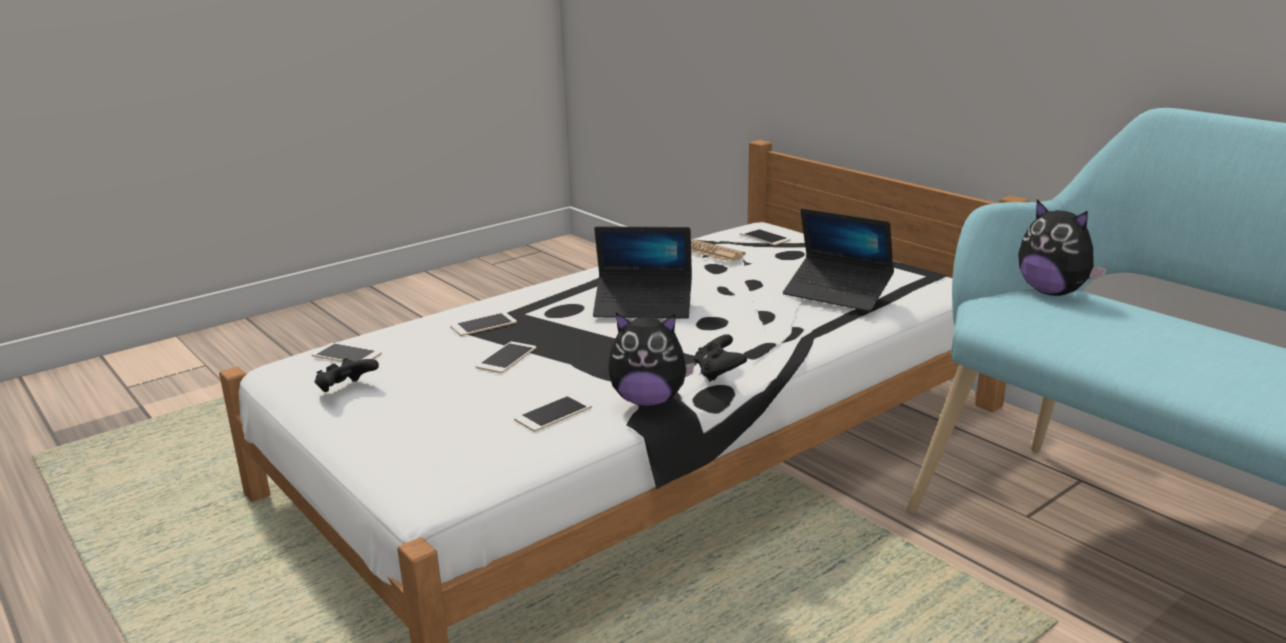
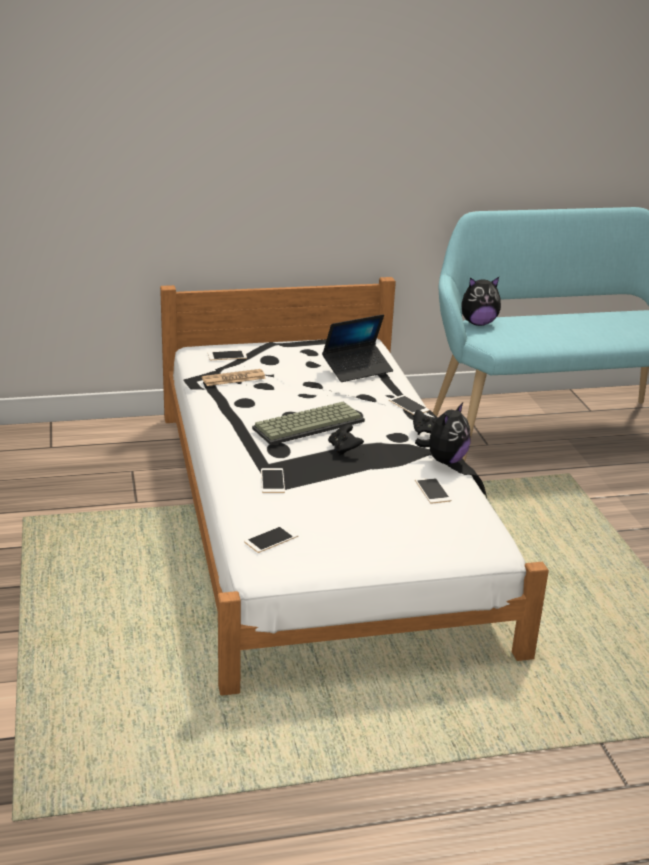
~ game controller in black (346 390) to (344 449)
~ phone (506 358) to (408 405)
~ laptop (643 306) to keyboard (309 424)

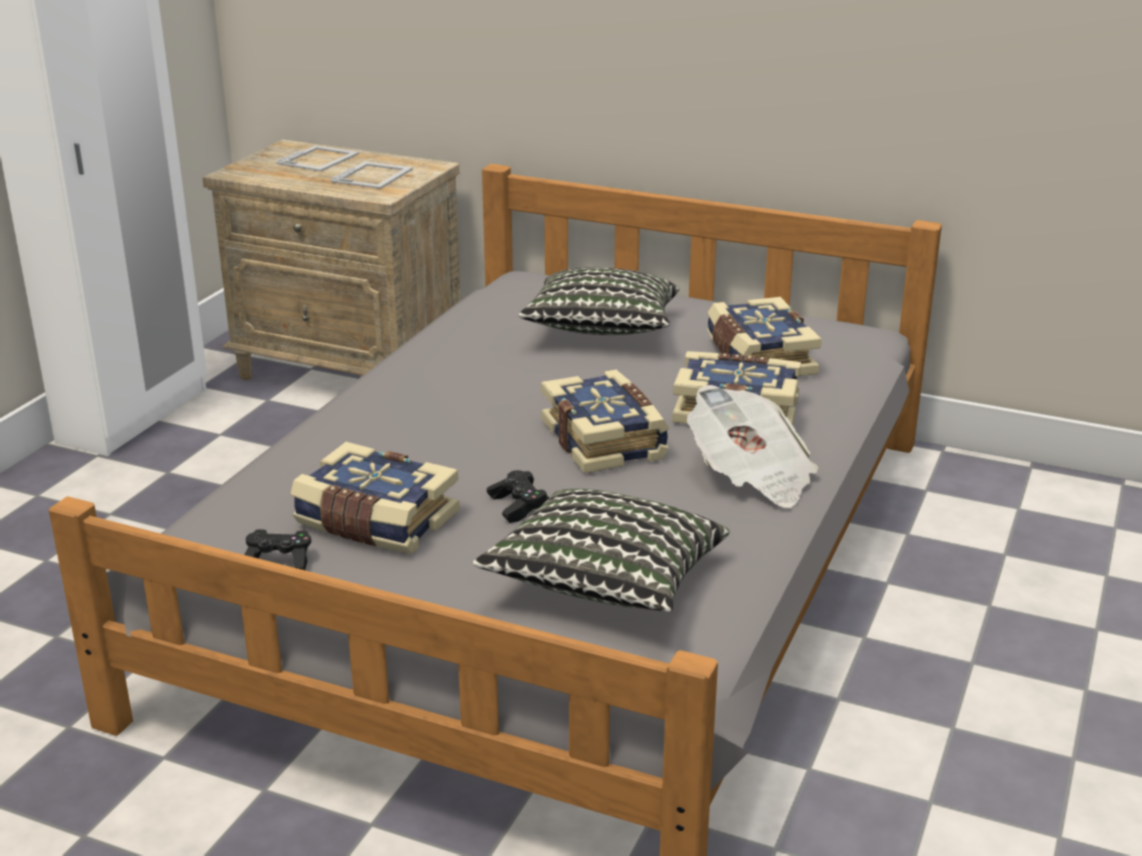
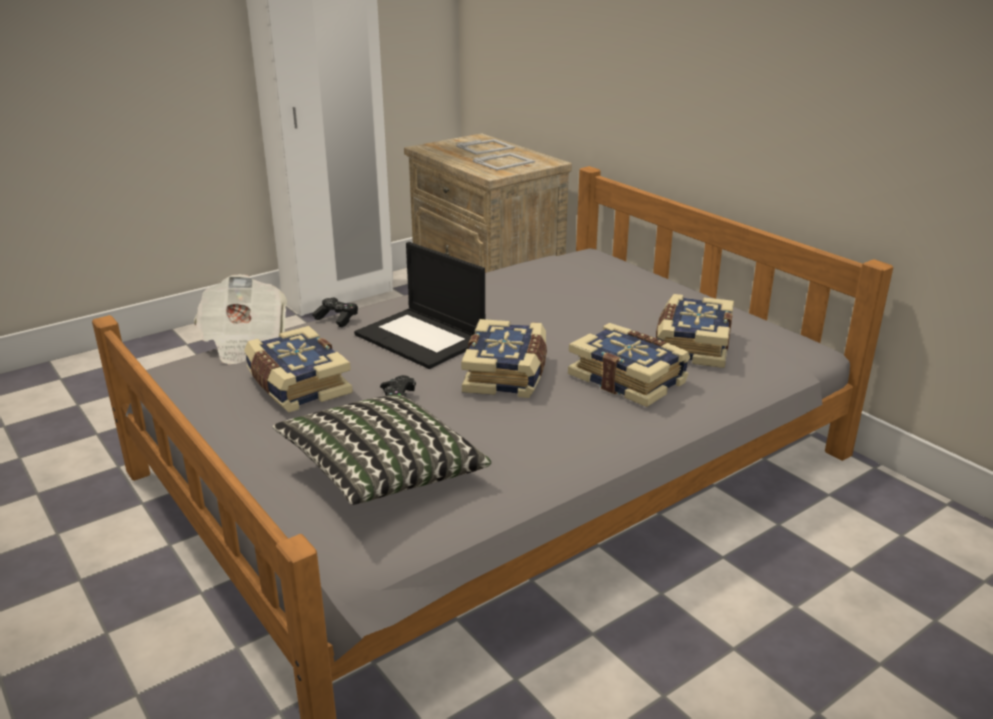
- pillow (601 331)
+ laptop (422 338)
~ game controller in black (278 563) to (336 319)
~ newspaper (751 477) to (244 342)

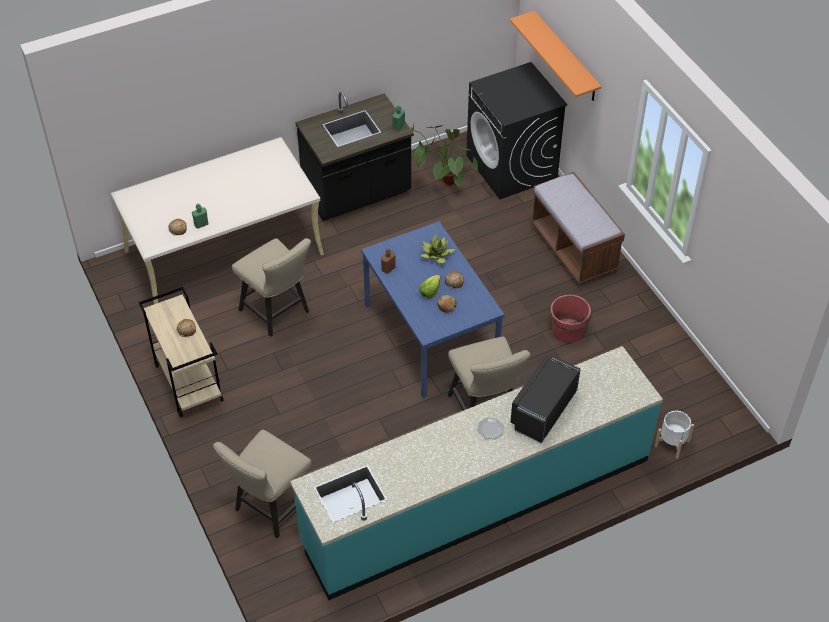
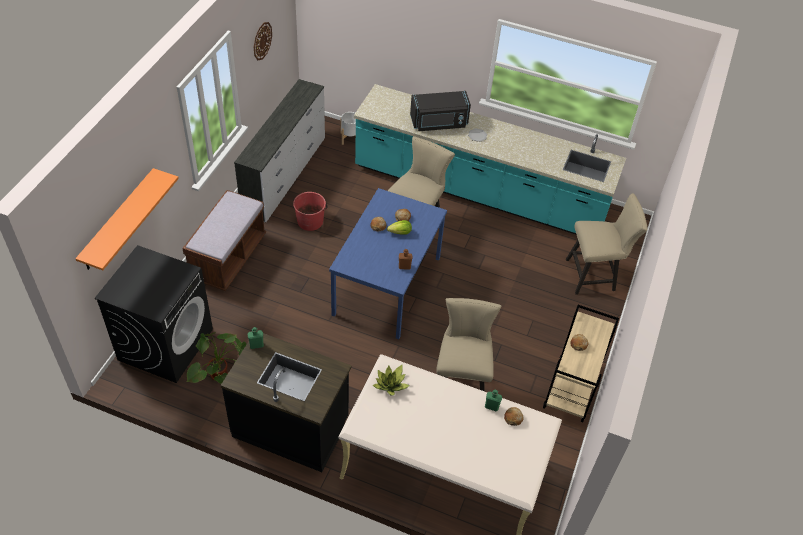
+ dresser in white (285 174)
+ wall clock (262 41)
~ potted plant (437 255) to (391 384)

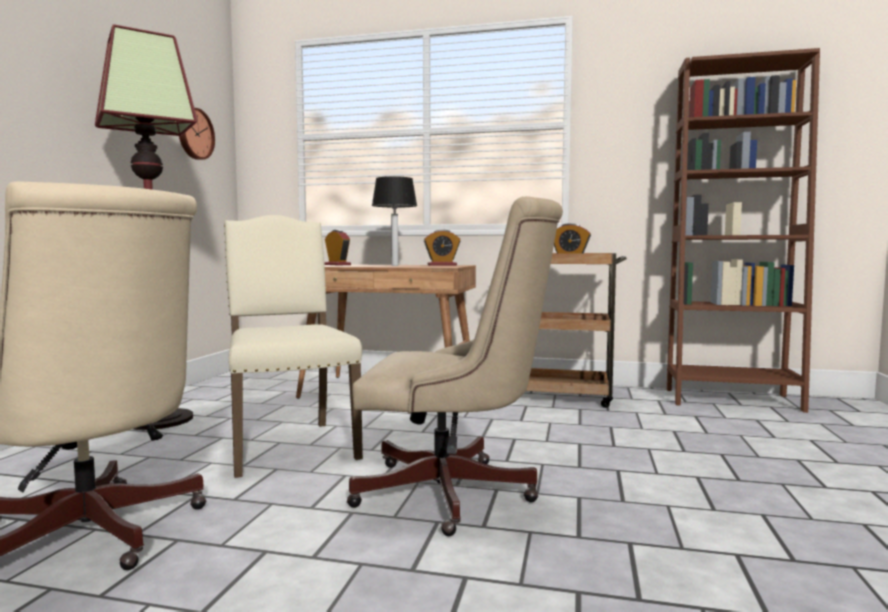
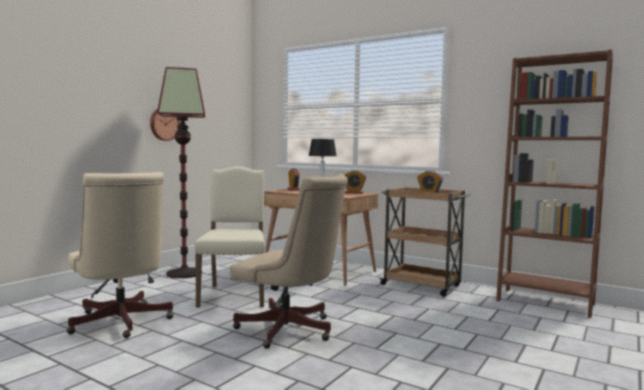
~ wall clock (194 134) to (164 124)

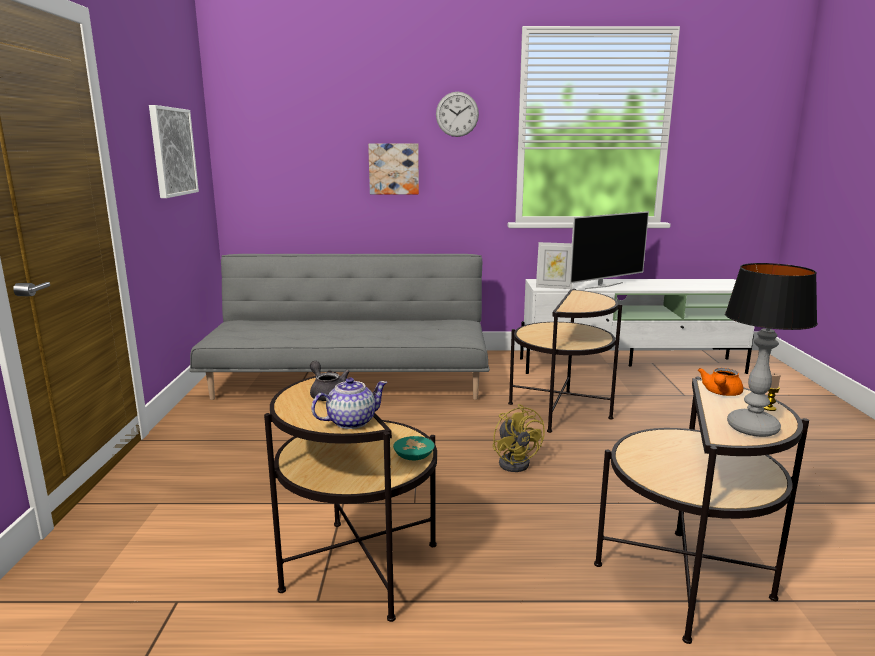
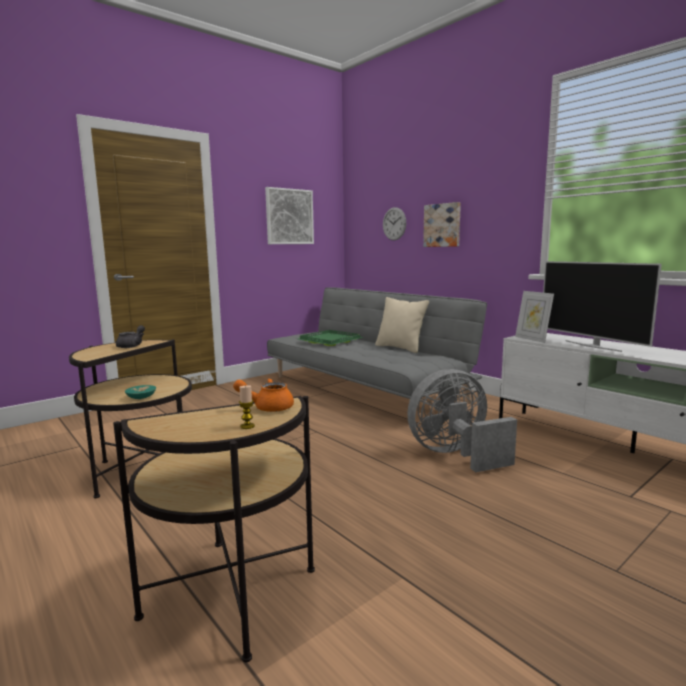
- teapot (350 422)
- fan in yellow (516 462)
- table lamp (753 428)
+ tray in green (330 340)
+ pillow in beige (400 348)
~ wall clock (457 114) to (394 224)
~ side table (559 410) to fan in grey (455 455)
~ television (603 285) = (592 346) 45 degrees clockwise

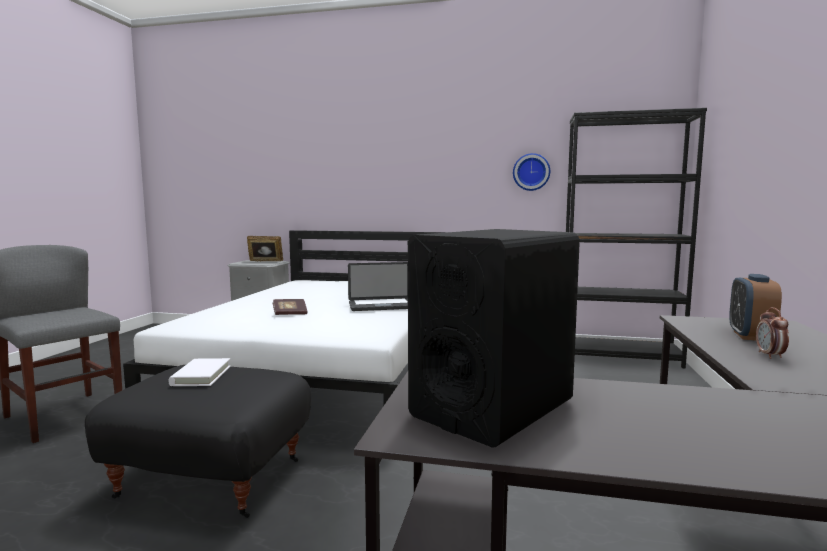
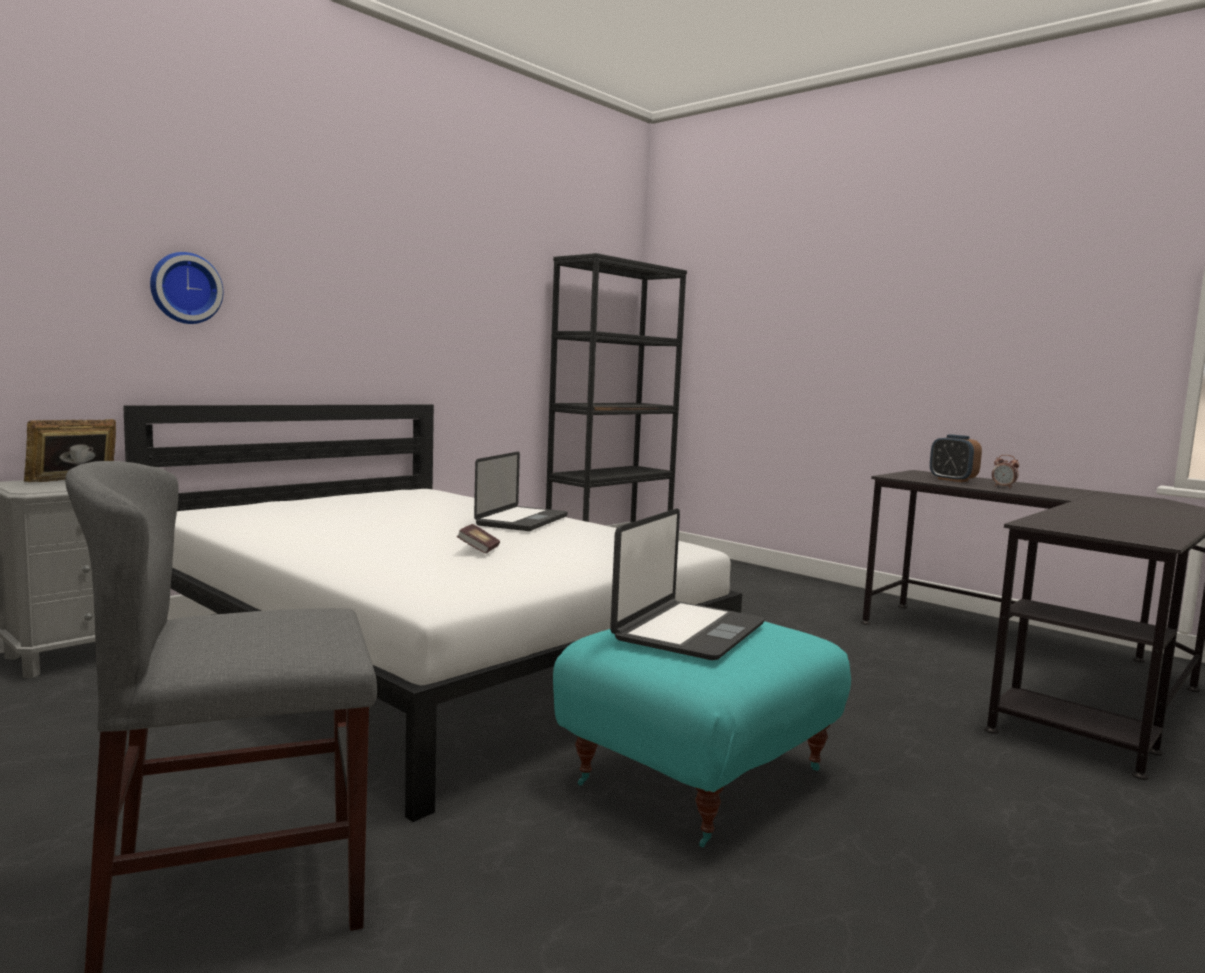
- speaker in black (493 408)
~ wall clock (531 172) to (185 288)
~ book in white (201 376) to laptop (687 631)
~ ottoman in black (213 476) to ottoman in turquoise (698 775)

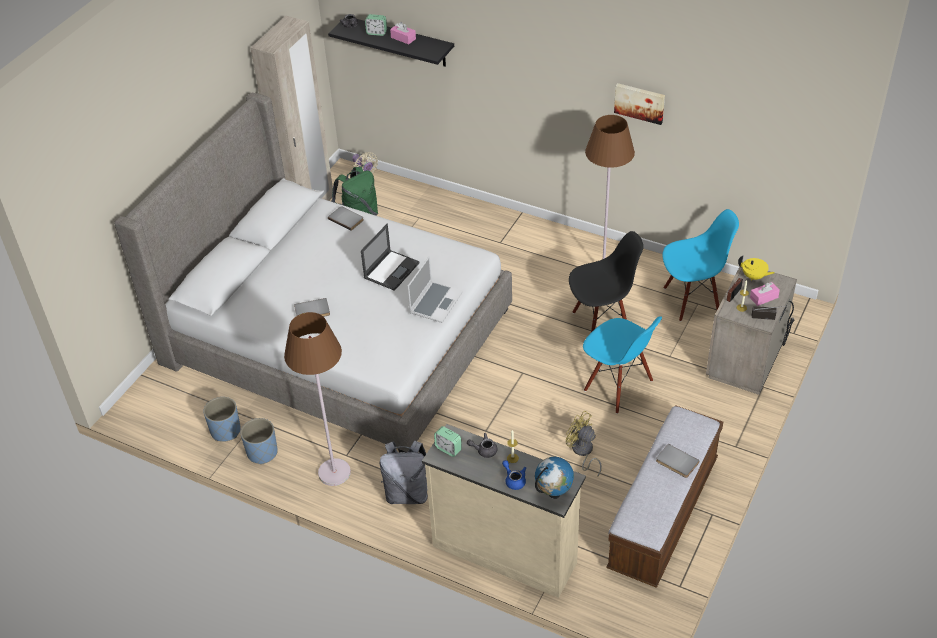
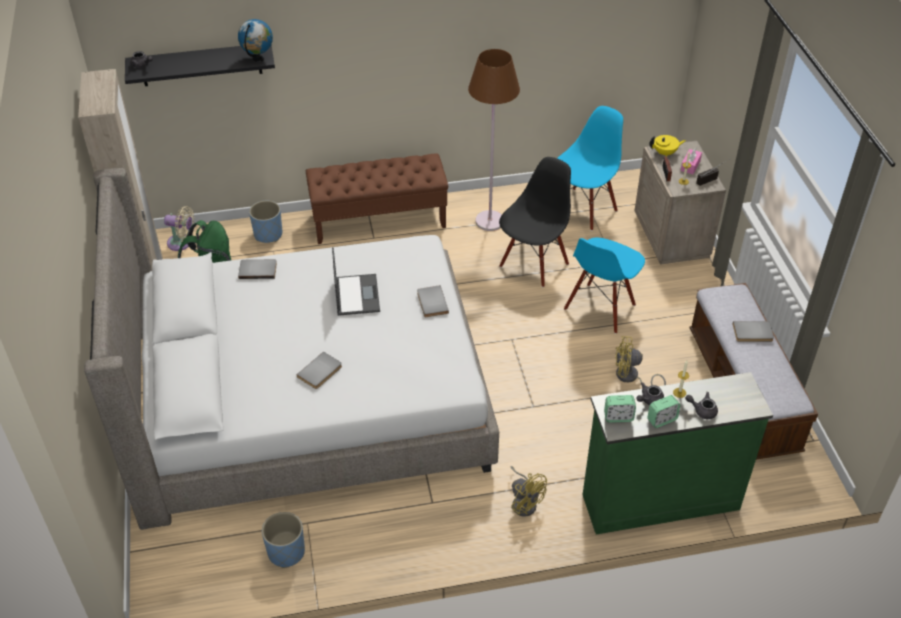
- floor lamp in brown (334 473)
- tissue box in pink (403 38)
- picture (640 102)
+ bench in brown (379 220)
~ planter in blue (262 452) to (268 234)
~ alarm clock (376 32) to (661 420)
~ globe (554 494) to (258 58)
~ backpack in grey (407 493) to fan in yellow (524 502)
~ laptop (435 302) to book in grey (431 303)
~ dresser in beige (504 552) to dresser in green (659 500)
~ teapot in blue (514 480) to teapot in grey (702 410)
~ chair in blue (618 386) = (600 308) 120 degrees clockwise

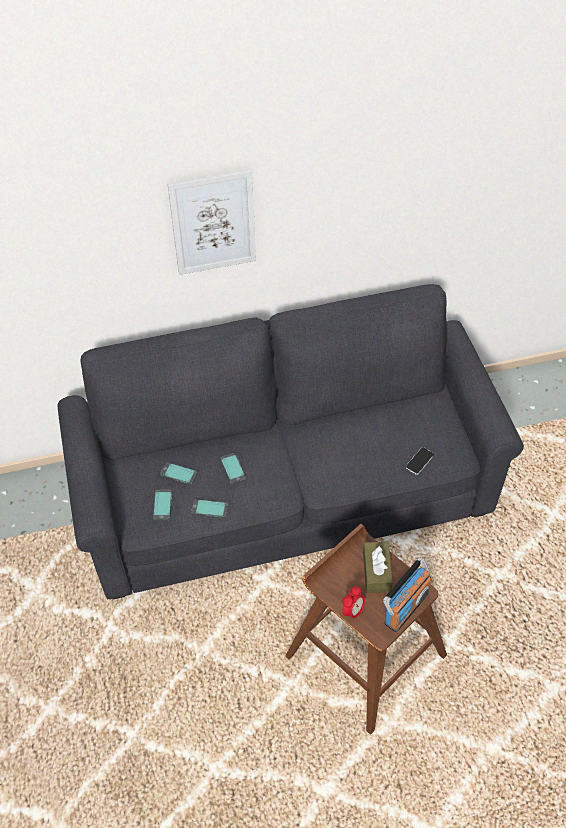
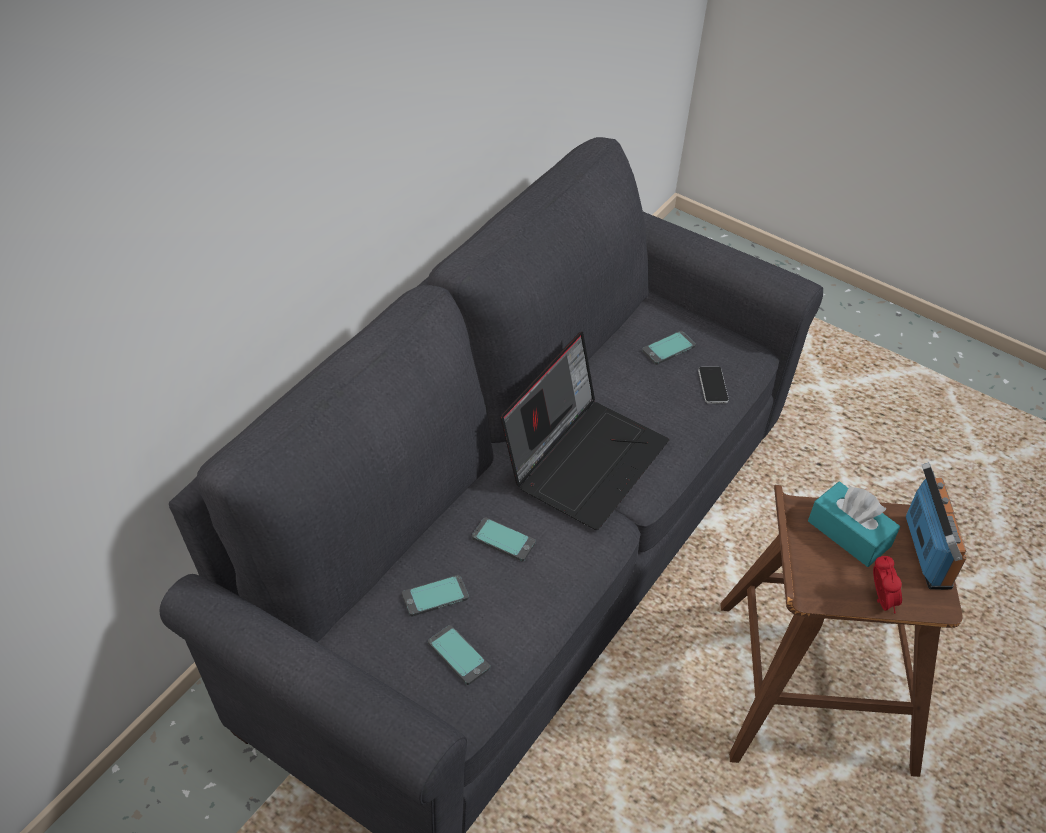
- picture (213 222)
+ laptop (584 458)
~ phone (209 509) to (668 349)
~ tissue box in brown (376 572) to tissue box in turquoise (849 533)

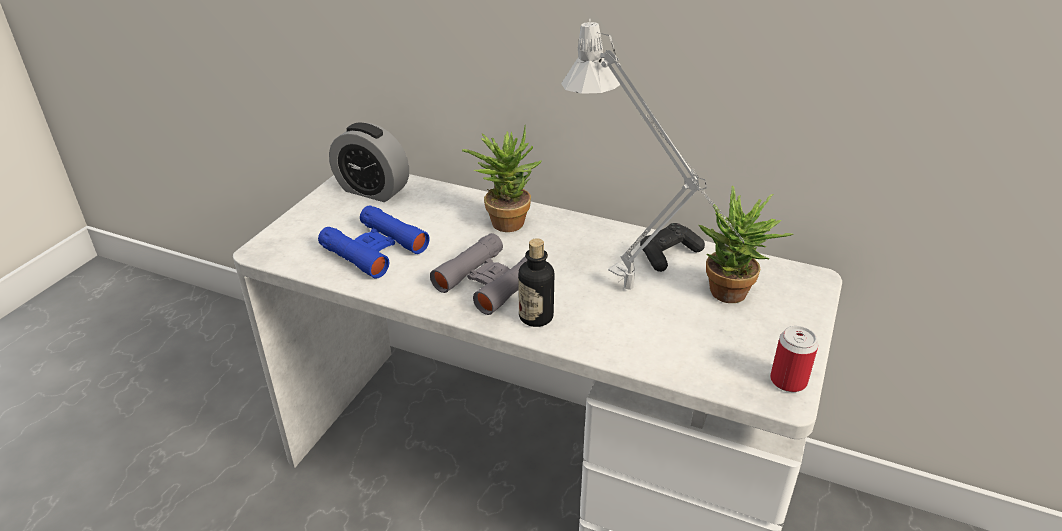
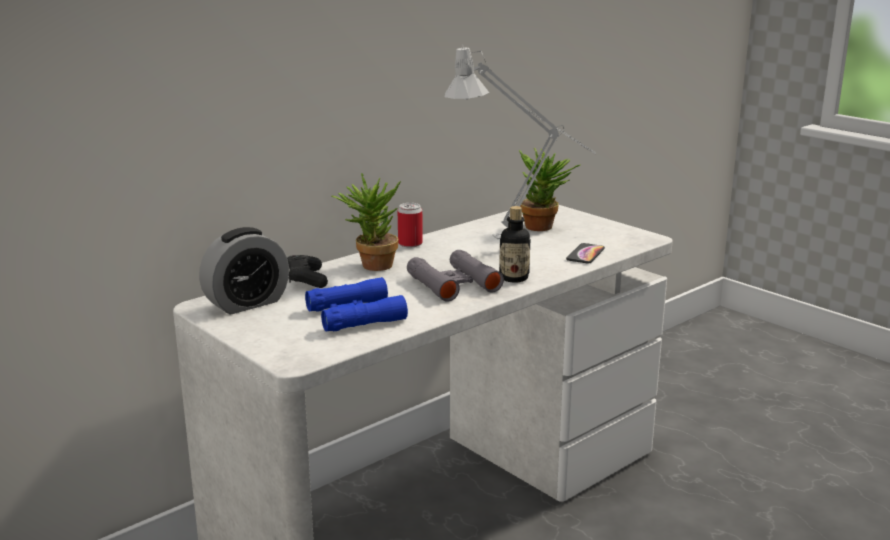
+ phone (585 254)
~ game controller in black (668 254) to (306 279)
~ can (788 381) to (410 244)

